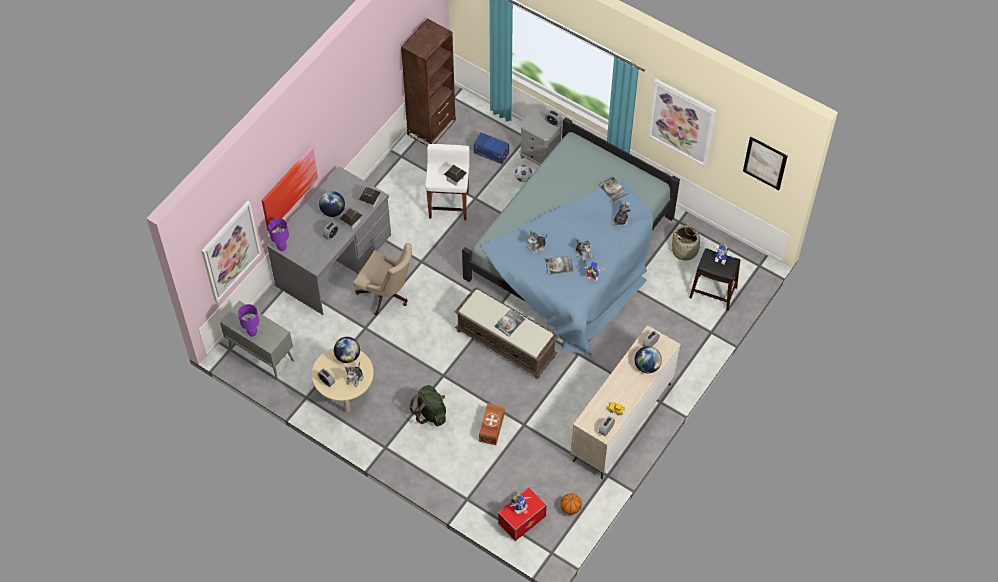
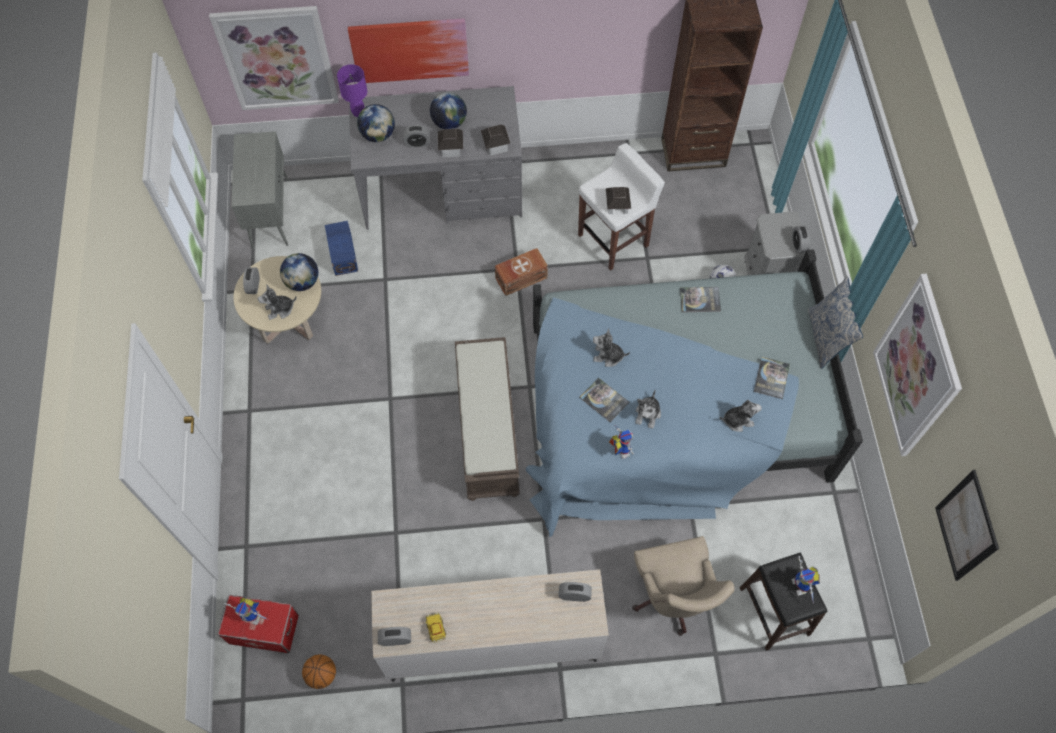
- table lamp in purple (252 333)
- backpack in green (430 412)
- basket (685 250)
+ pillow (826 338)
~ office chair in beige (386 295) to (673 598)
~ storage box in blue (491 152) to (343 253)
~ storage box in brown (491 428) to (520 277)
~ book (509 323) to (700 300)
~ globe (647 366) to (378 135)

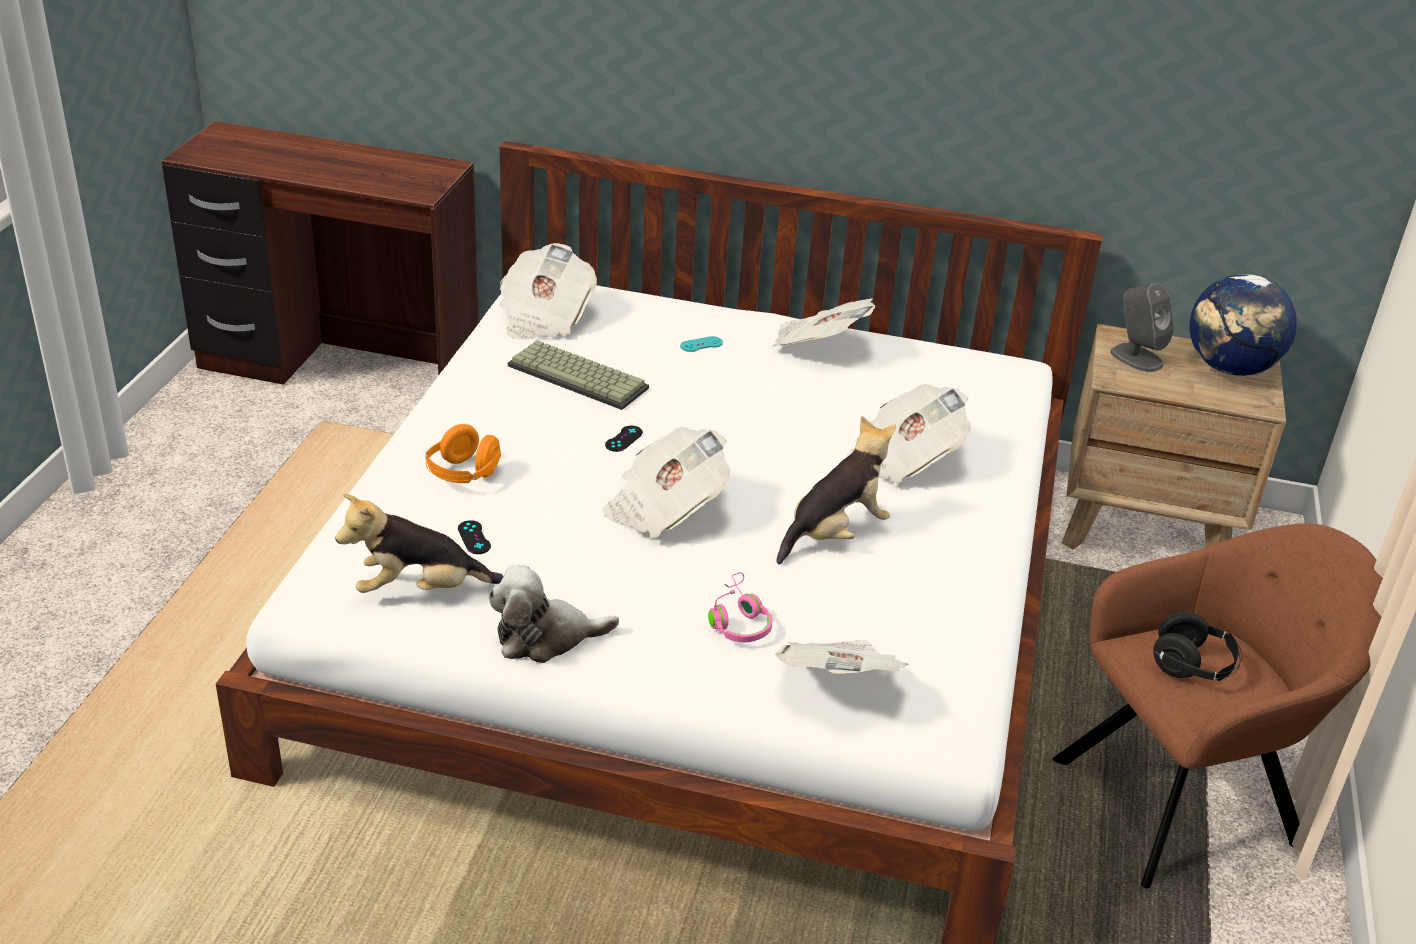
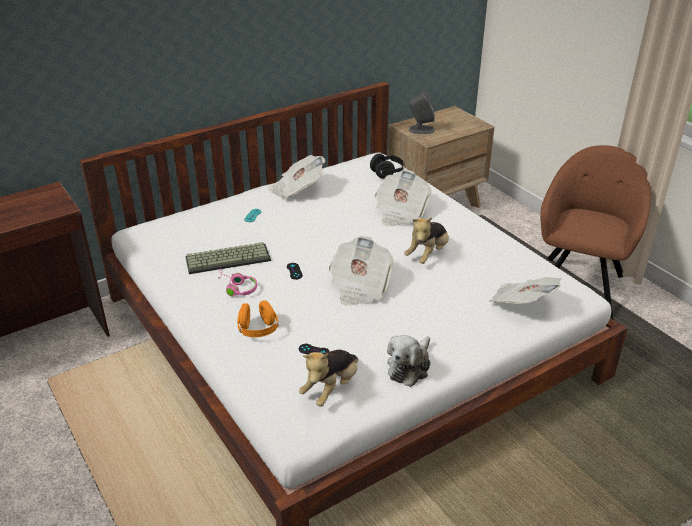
- newspaper (544 318)
- globe (1230 368)
~ headphones in pink (738 621) to (237 288)
~ headphones in black (1192 667) to (387 173)
~ plush toy (834 533) = (427 254) 150 degrees counterclockwise

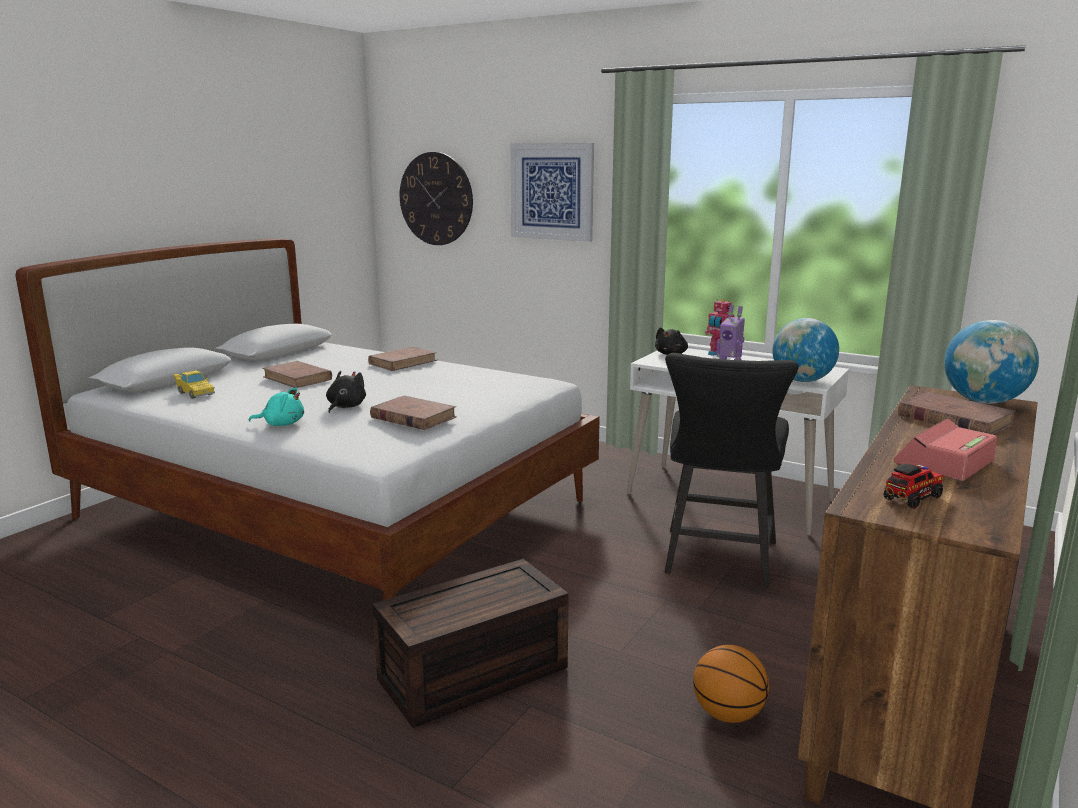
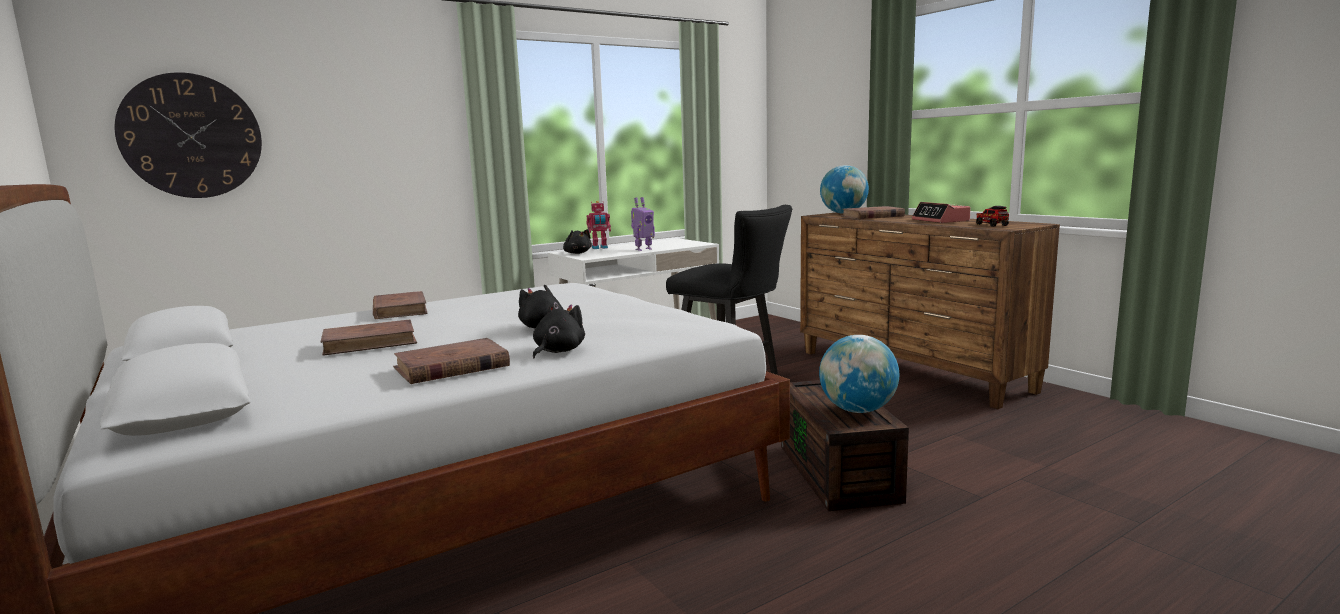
- toy car in yellow (194 393)
- picture (552 191)
- basketball (728 715)
~ book in brown (413 417) to (451 367)
~ globe (802 381) to (858 410)
~ plush toy in turquoise (281 424) to plush toy in black (557 351)

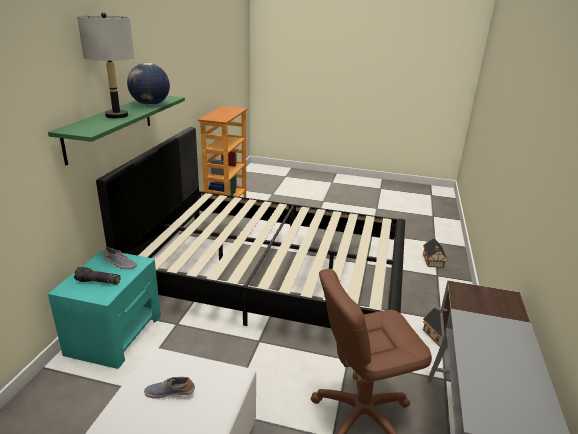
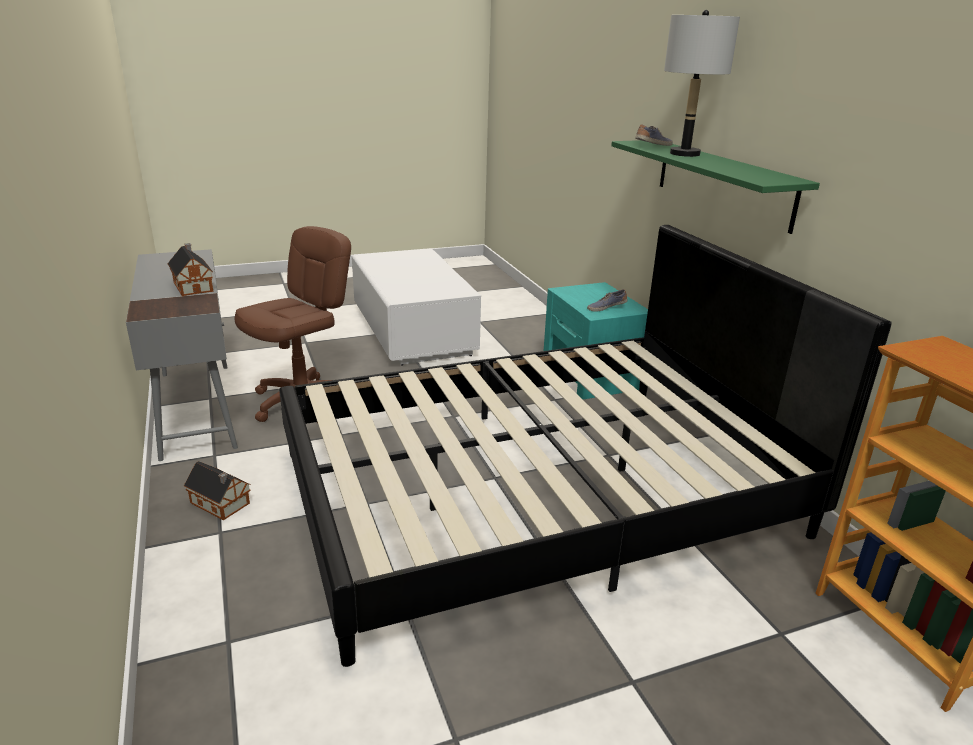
- flashlight (98 282)
- globe (150 104)
~ shoe (170 393) to (654 145)
~ toy house (433 261) to (193 286)

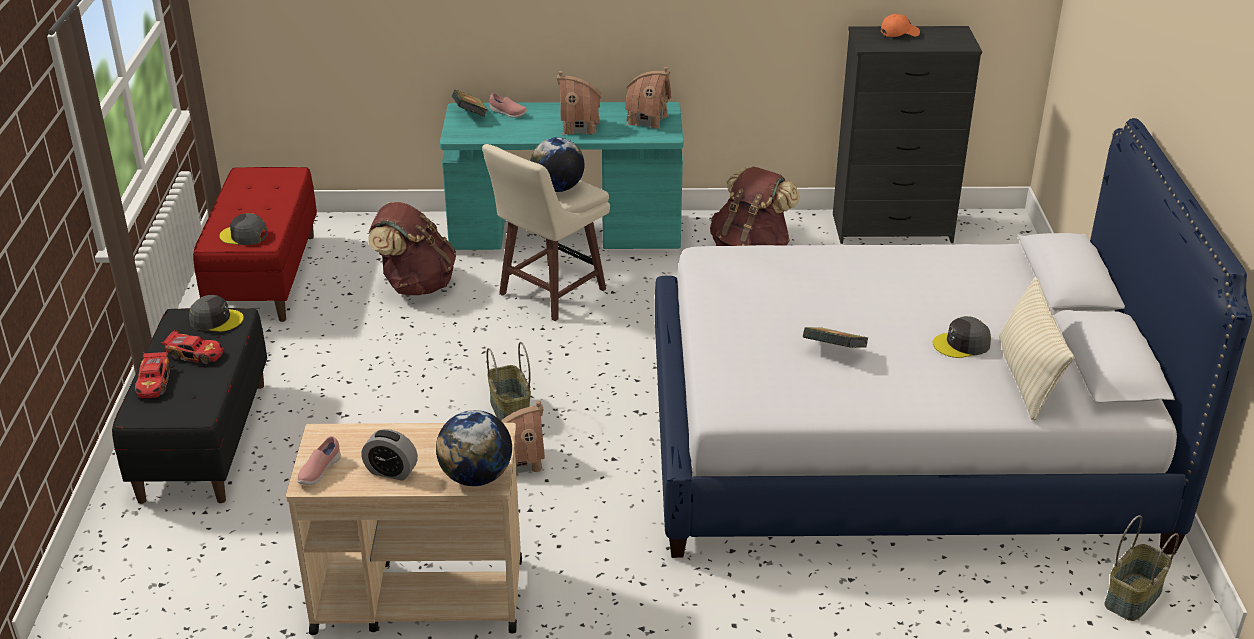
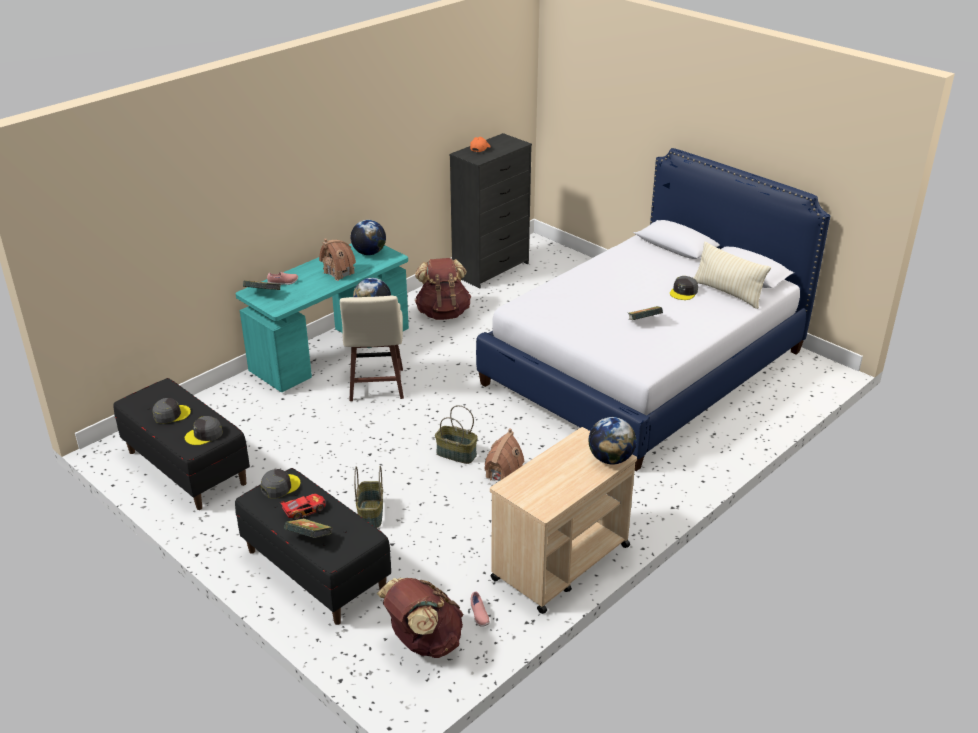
- alarm clock (391 471)
+ cap in grey (171 414)
~ shoe in pink (319 471) to (479 615)
~ backpack in brown (415 285) to (423 642)
~ basket (1134 598) to (371 514)
~ toy car (154 383) to book (309 538)
~ toy house (648 120) to globe (369 253)
~ bench in red (264 276) to bench in black (186 468)

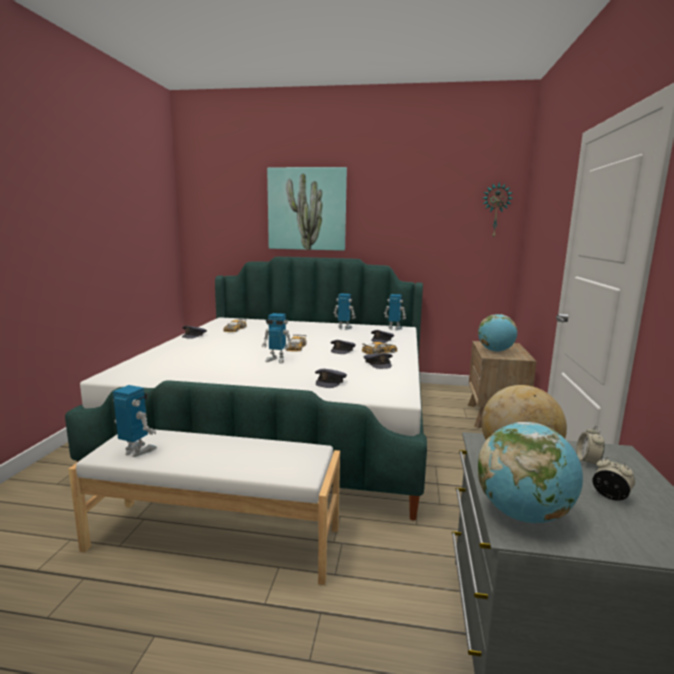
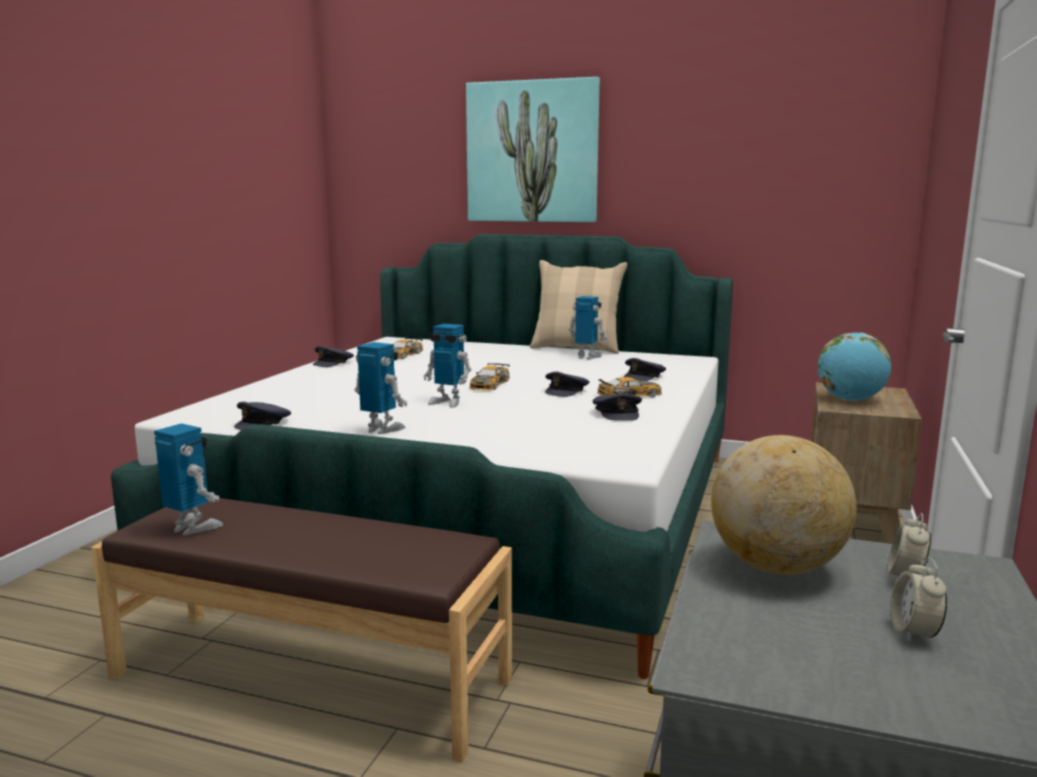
- globe (522 514)
- wall clock (495 210)
+ pillow in beige (576 348)
~ cap in grey (330 382) to (263 423)
~ toy robot (394 329) to (381 430)
~ bench in white (215 538) to bench in brown (311 676)
~ alarm clock (610 496) = (914 632) 135 degrees counterclockwise

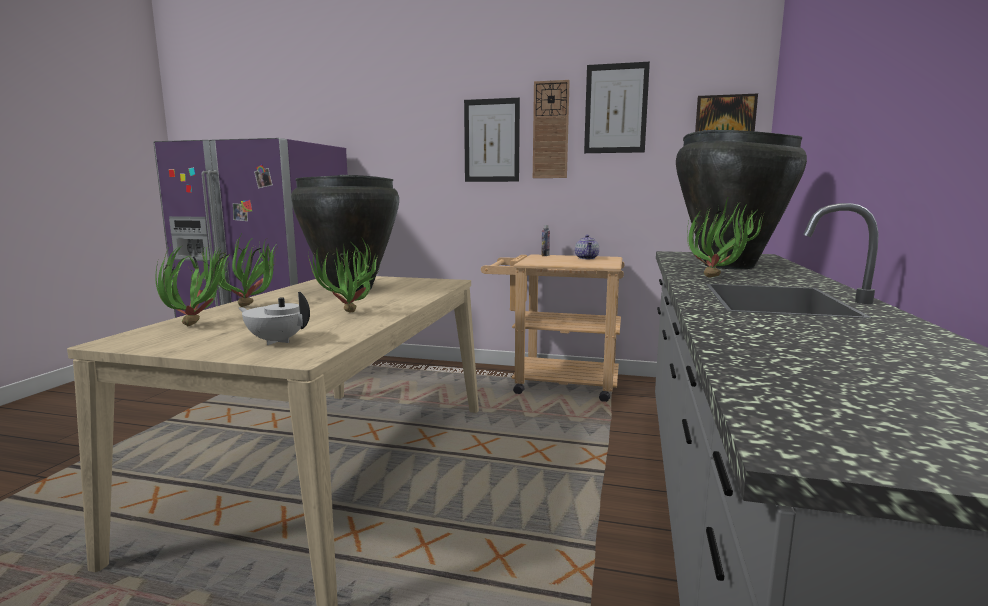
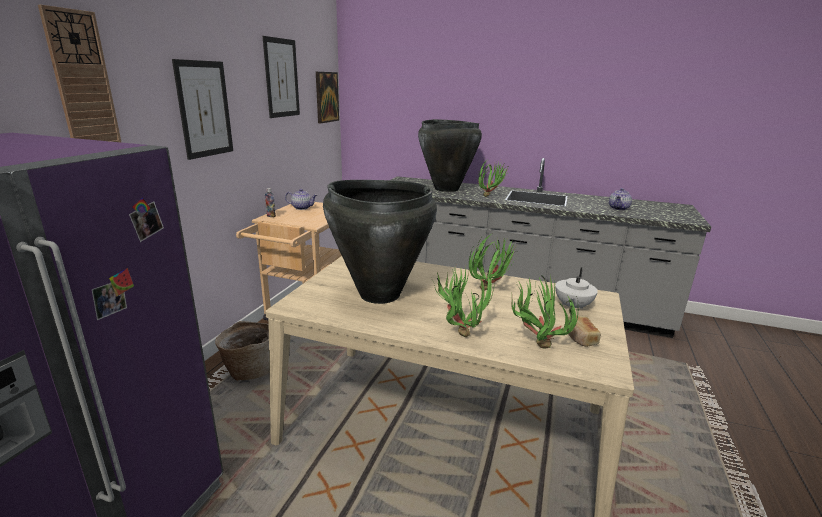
+ basket (249 370)
+ bread (580 337)
+ teapot (619 208)
~ wall clock (550 130) to (83 85)

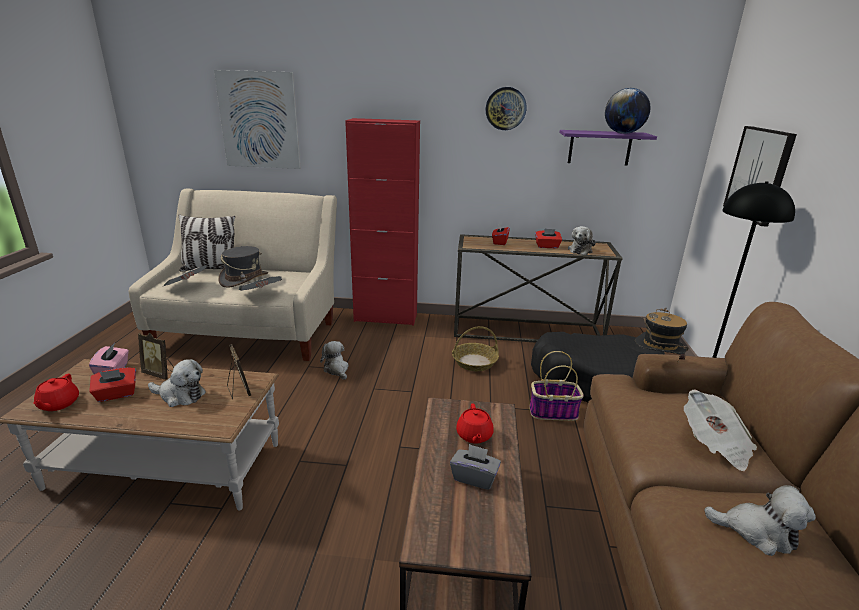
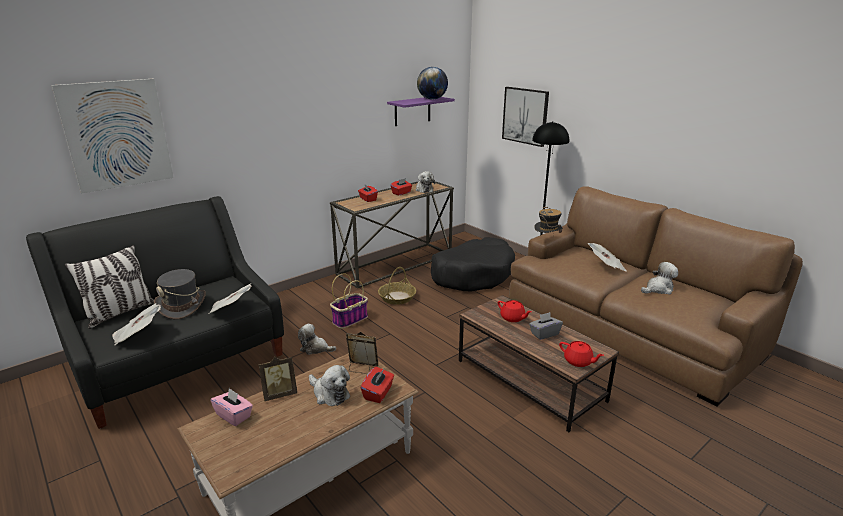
- cabinet in red (385 317)
- wall clock (505 108)
~ teapot in red (58 404) to (578 361)
~ tissue box in red (117 394) to (378 393)
~ basket (553 412) to (350 319)
~ sofa in beige (250 330) to sofa in black (179 361)
~ plush toy (180 395) = (329 394) 75 degrees clockwise

